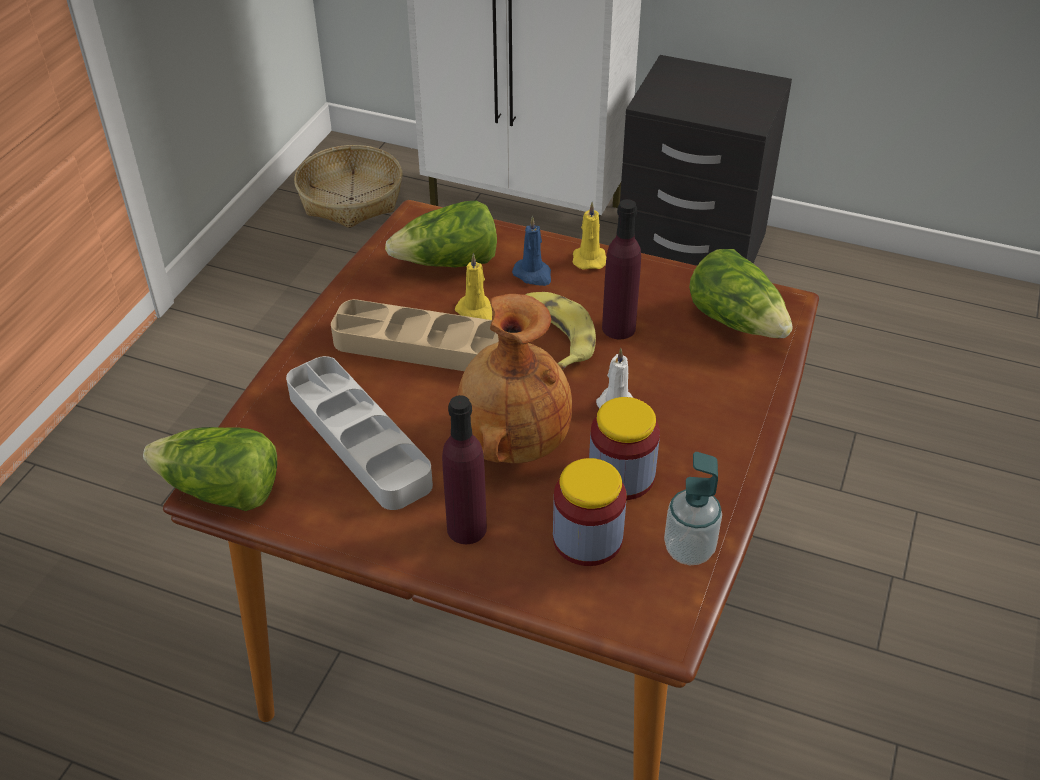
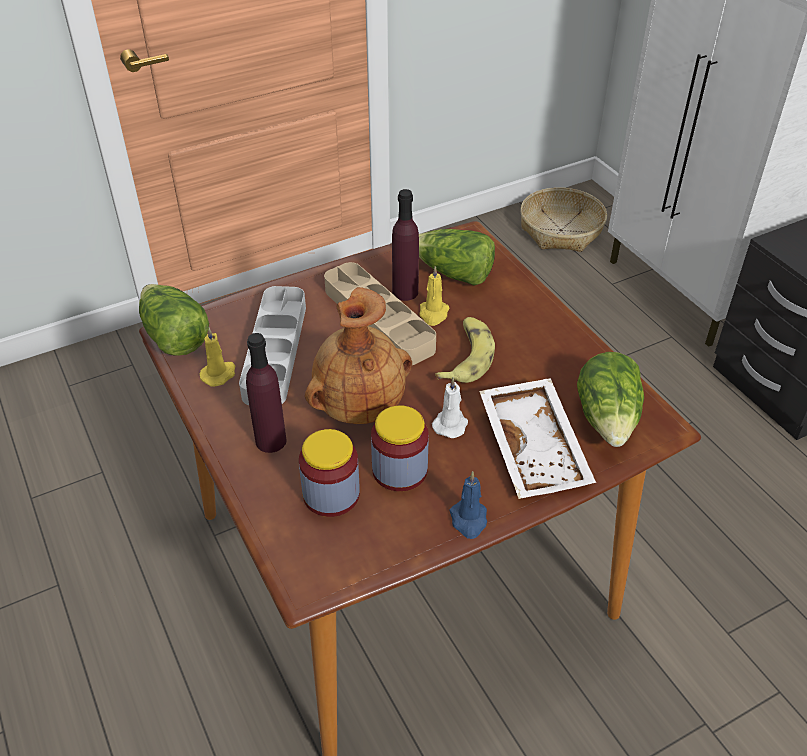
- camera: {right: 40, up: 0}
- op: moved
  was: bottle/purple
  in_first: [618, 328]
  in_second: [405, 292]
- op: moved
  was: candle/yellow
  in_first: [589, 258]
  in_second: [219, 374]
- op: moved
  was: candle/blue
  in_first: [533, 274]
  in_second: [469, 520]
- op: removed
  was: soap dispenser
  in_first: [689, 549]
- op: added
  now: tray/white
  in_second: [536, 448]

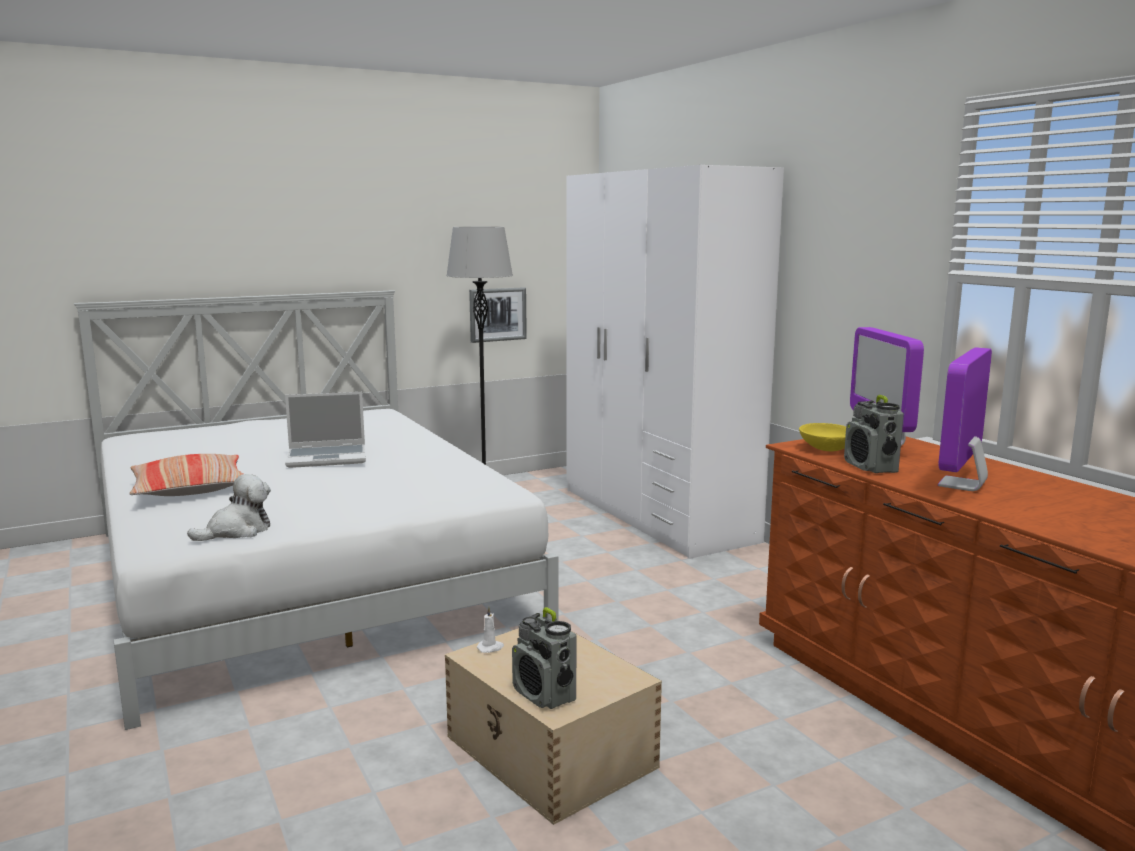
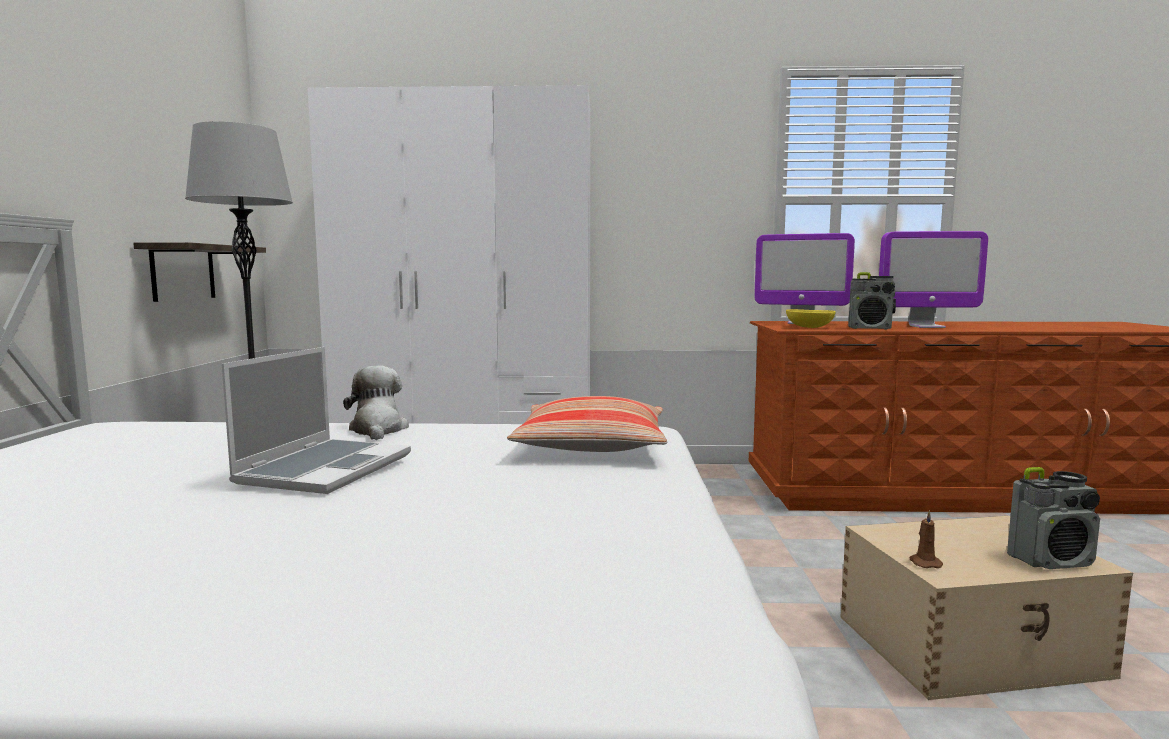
- camera: {right: -60, up: -5}
- op: replaced
  was: picture
  now: shelf
  in_first: [497, 314]
  in_second: [183, 272]
- op: turned
  was: monitor
  in_first: [962, 485]
  in_second: [926, 326]
  clockwise: -60
- op: moved
  was: pillow
  in_first: [190, 489]
  in_second: [592, 445]
- op: moved
  was: plush toy
  in_first: [237, 531]
  in_second: [378, 430]
- op: recoloured
  was: candle/white
  now: candle/brown
  in_first: [490, 648]
  in_second: [924, 563]

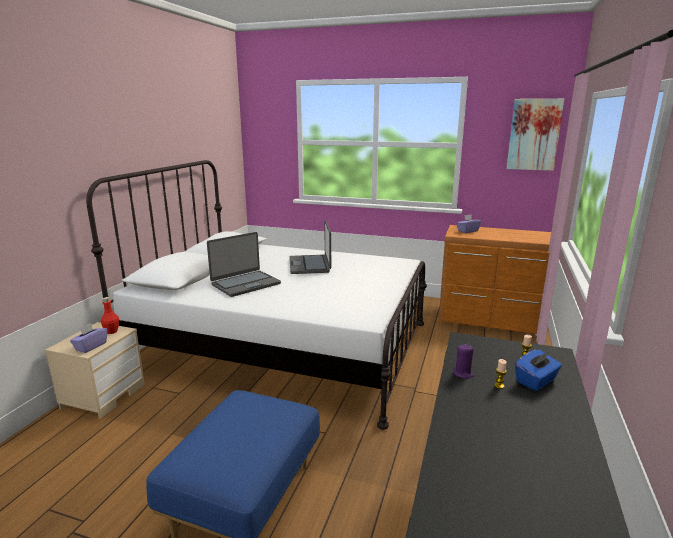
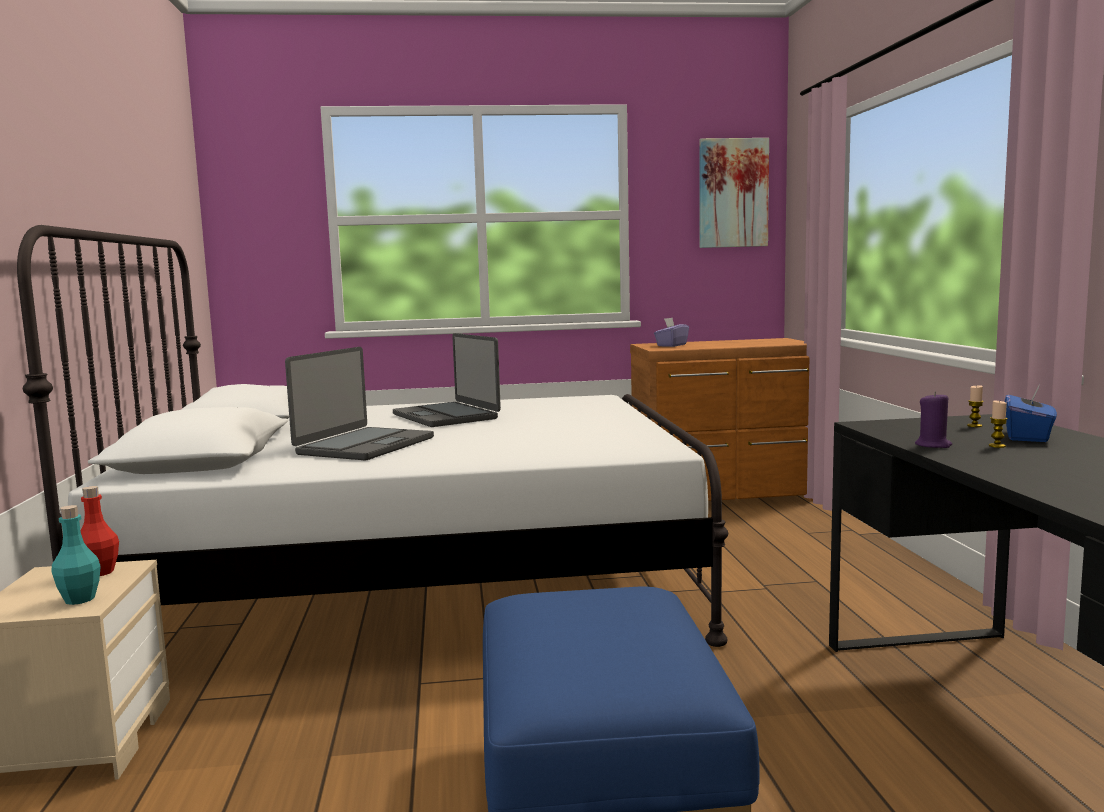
- camera: {right: -25, up: -10}
- op: replaced
  was: tissue box/purple
  now: bottle/turquoise
  in_first: [91, 346]
  in_second: [79, 599]

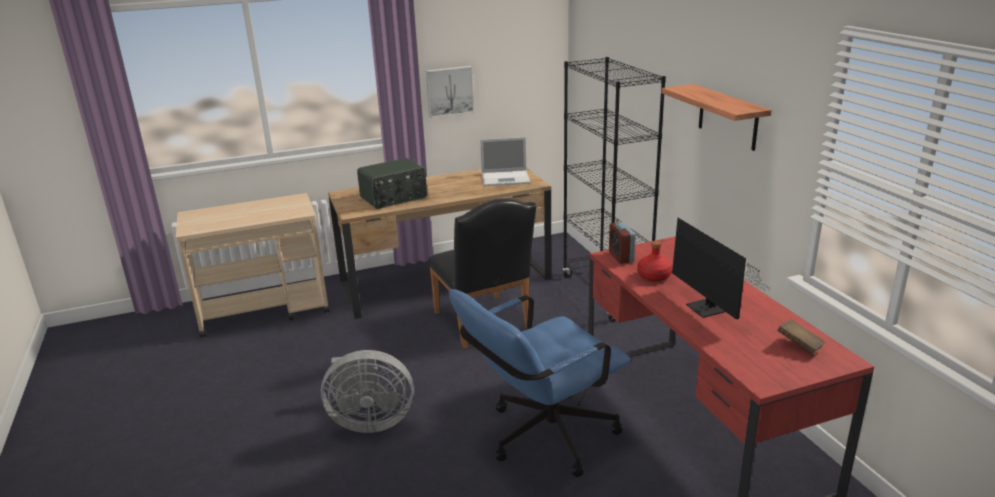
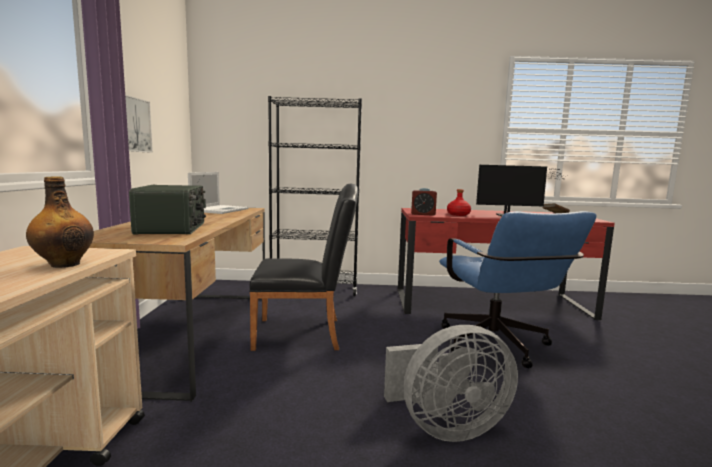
- camera: {right: -70, up: -15}
- op: removed
  was: shelf
  in_first: [728, 117]
- op: turned
  was: fan/grey
  in_first: [370, 421]
  in_second: [445, 427]
  clockwise: 60
- op: added
  now: bottle
  in_second: [64, 264]

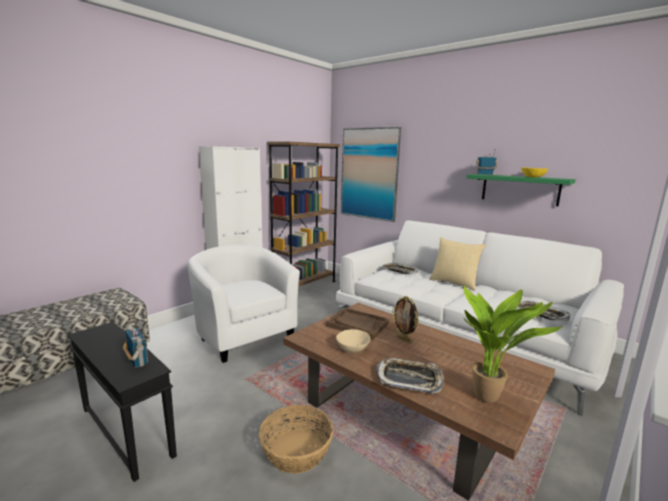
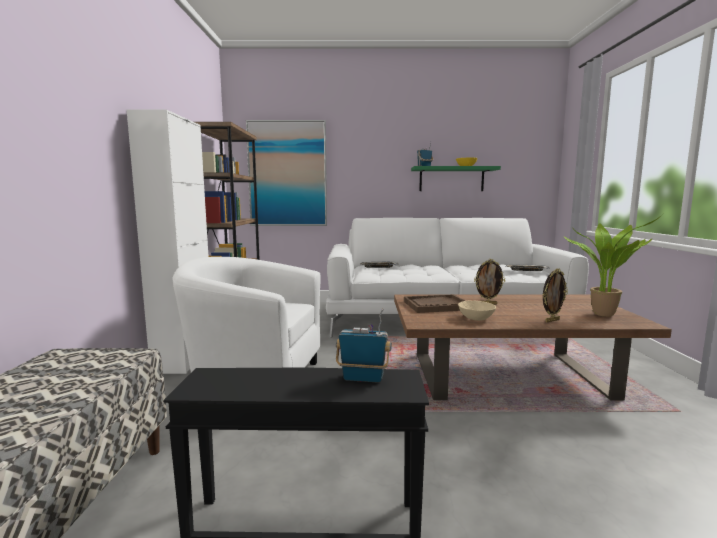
- camera: {right: -40, up: -5}
- op: removed
  was: pillow
  in_first: [454, 283]
- op: replaced
  was: tray
  now: picture frame
  in_first: [409, 379]
  in_second: [552, 320]
- op: removed
  was: basket
  in_first: [296, 451]

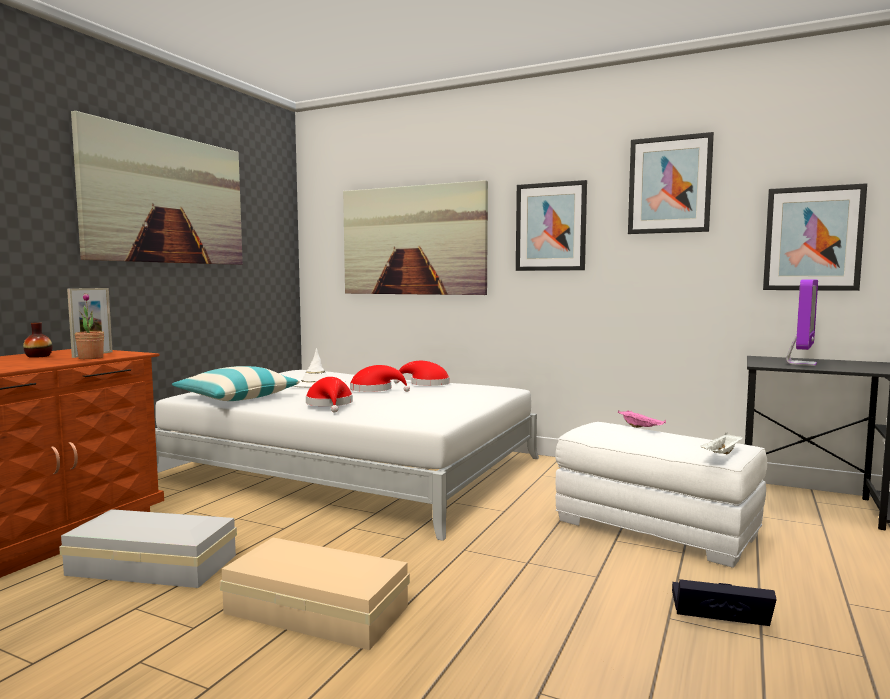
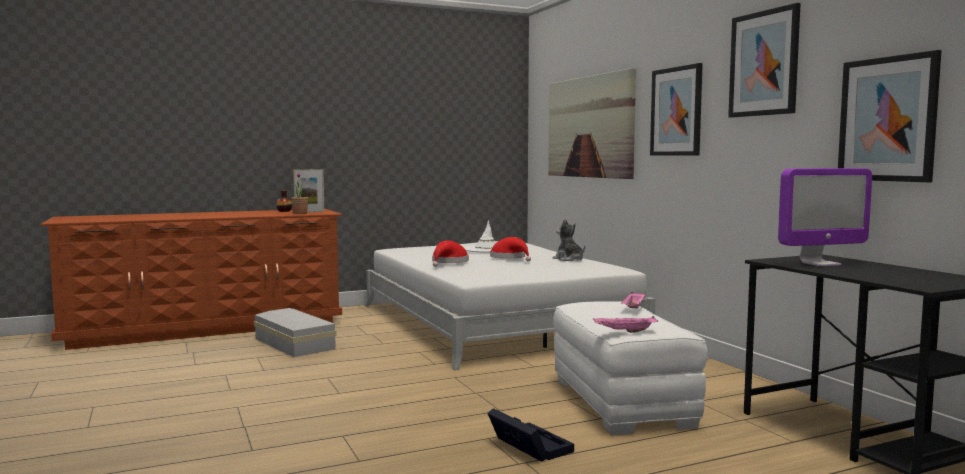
- camera: {right: 40, up: 0}
- op: removed
  was: picture
  in_first: [167, 199]
- op: replaced
  was: hat/red
  now: plush toy
  in_first: [426, 384]
  in_second: [568, 259]
- op: removed
  was: pillow
  in_first: [236, 397]
- op: recoloured
  was: tray/white
  now: tray/pink
  in_first: [722, 454]
  in_second: [624, 332]
- op: removed
  was: storage box/beige
  in_first: [315, 608]

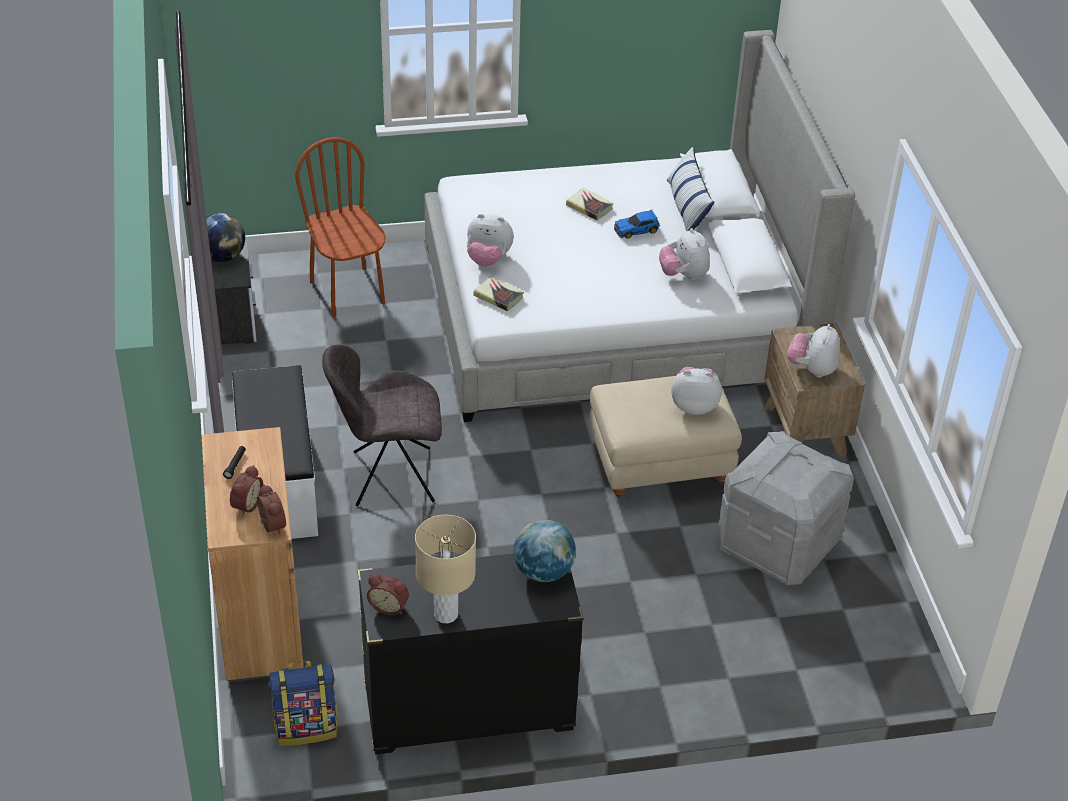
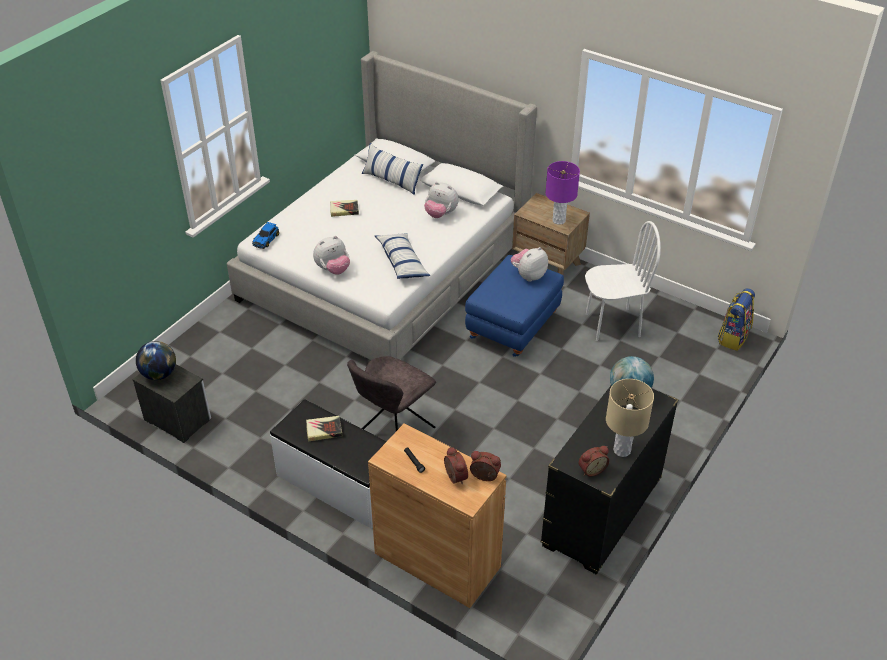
- camera: {right: -45, up: 0}
- op: removed
  was: chair/brown
  in_first: [348, 292]
- op: moved
  was: toy car
  in_first: [637, 229]
  in_second: [266, 239]
- op: moved
  was: book
  in_first: [498, 296]
  in_second: [324, 430]
- op: replaced
  was: plush toy
  now: table lamp/purple
  in_first: [812, 369]
  in_second: [559, 220]
- op: recoloured
  was: ottoman/beige
  now: ottoman/blue
  in_first: [659, 468]
  in_second: [513, 328]
- op: replaced
  was: storage box/grey
  now: chair/white
  in_first: [778, 545]
  in_second: [612, 324]
- op: moved
  was: backpack
  in_first: [306, 727]
  in_second: [733, 337]
- op: added
  now: pillow
  in_second: [402, 262]

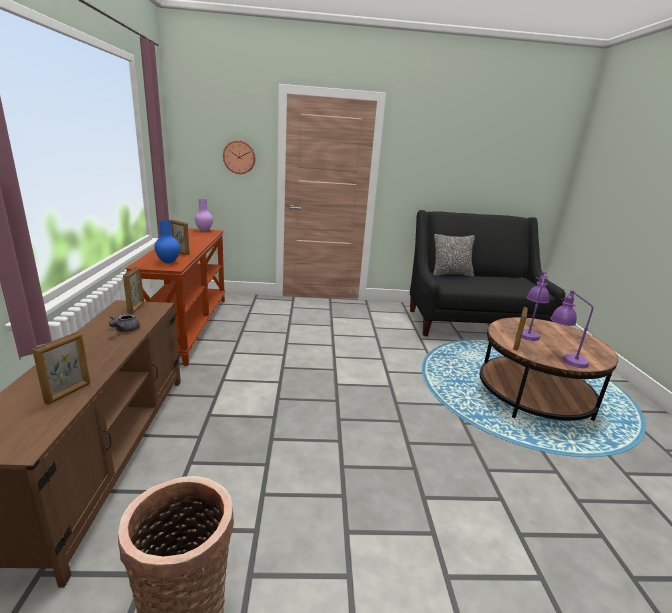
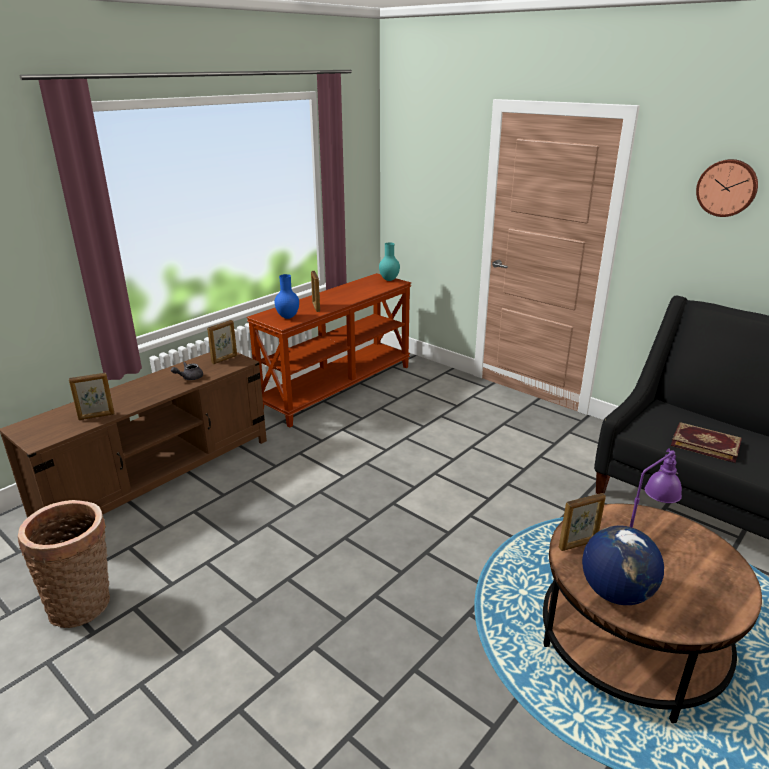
- camera: {right: 45, up: 5}
- op: moved
  was: wall clock
  in_first: [239, 157]
  in_second: [727, 188]
- op: recoloured
  was: vase/purple
  now: vase/turquoise
  in_first: [204, 230]
  in_second: [389, 279]
- op: removed
  was: pillow
  in_first: [450, 274]
- op: replaced
  was: table lamp/purple
  now: globe
  in_first: [563, 358]
  in_second: [616, 592]
- op: added
  now: book
  in_second: [705, 443]

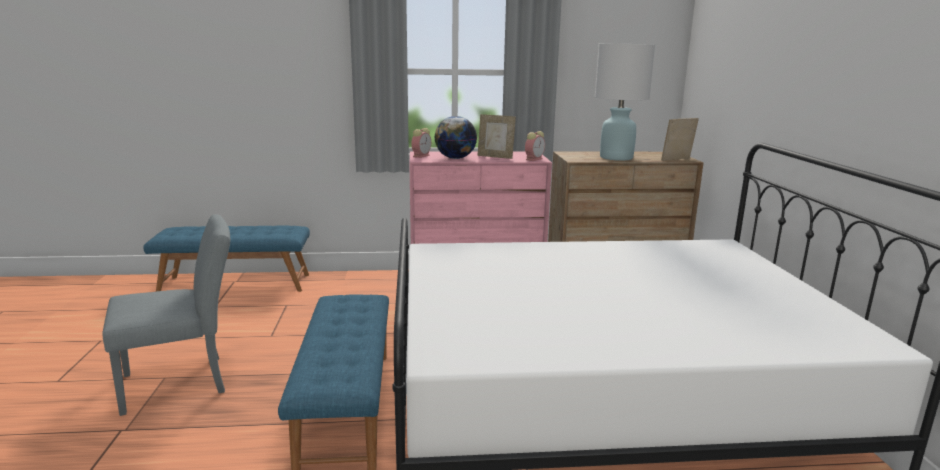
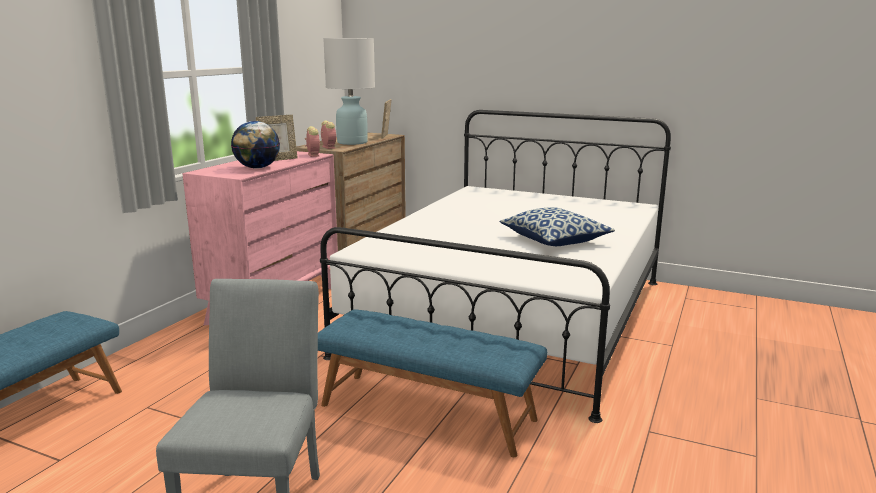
- camera: {right: -60, up: 0}
- op: moved
  was: alarm clock
  in_first: [421, 156]
  in_second: [328, 147]
- op: added
  now: pillow
  in_second: [555, 240]

